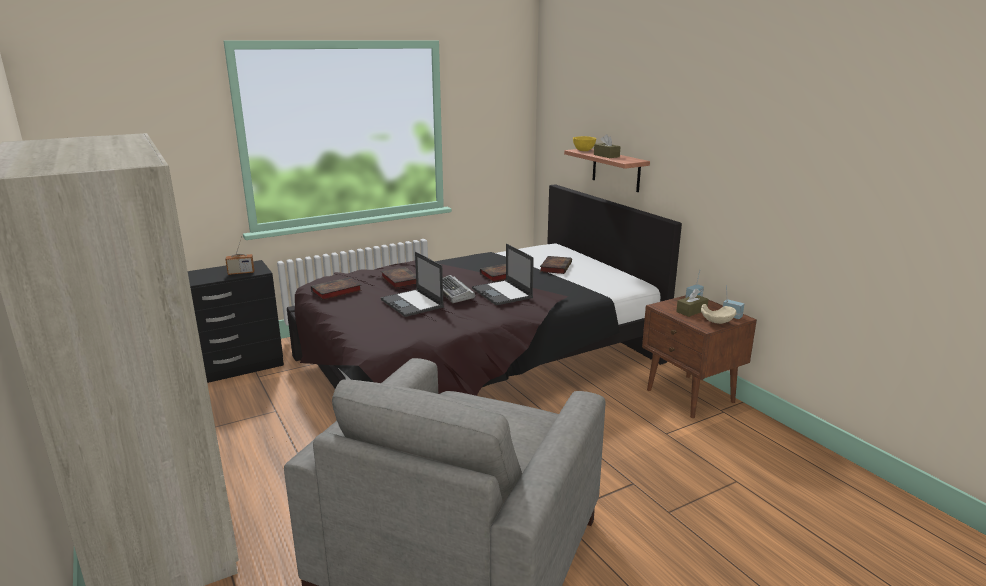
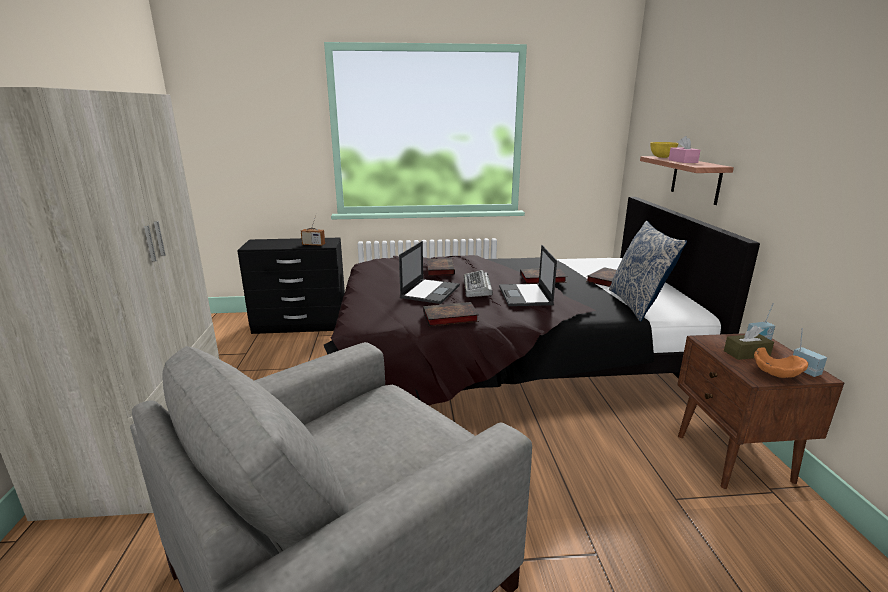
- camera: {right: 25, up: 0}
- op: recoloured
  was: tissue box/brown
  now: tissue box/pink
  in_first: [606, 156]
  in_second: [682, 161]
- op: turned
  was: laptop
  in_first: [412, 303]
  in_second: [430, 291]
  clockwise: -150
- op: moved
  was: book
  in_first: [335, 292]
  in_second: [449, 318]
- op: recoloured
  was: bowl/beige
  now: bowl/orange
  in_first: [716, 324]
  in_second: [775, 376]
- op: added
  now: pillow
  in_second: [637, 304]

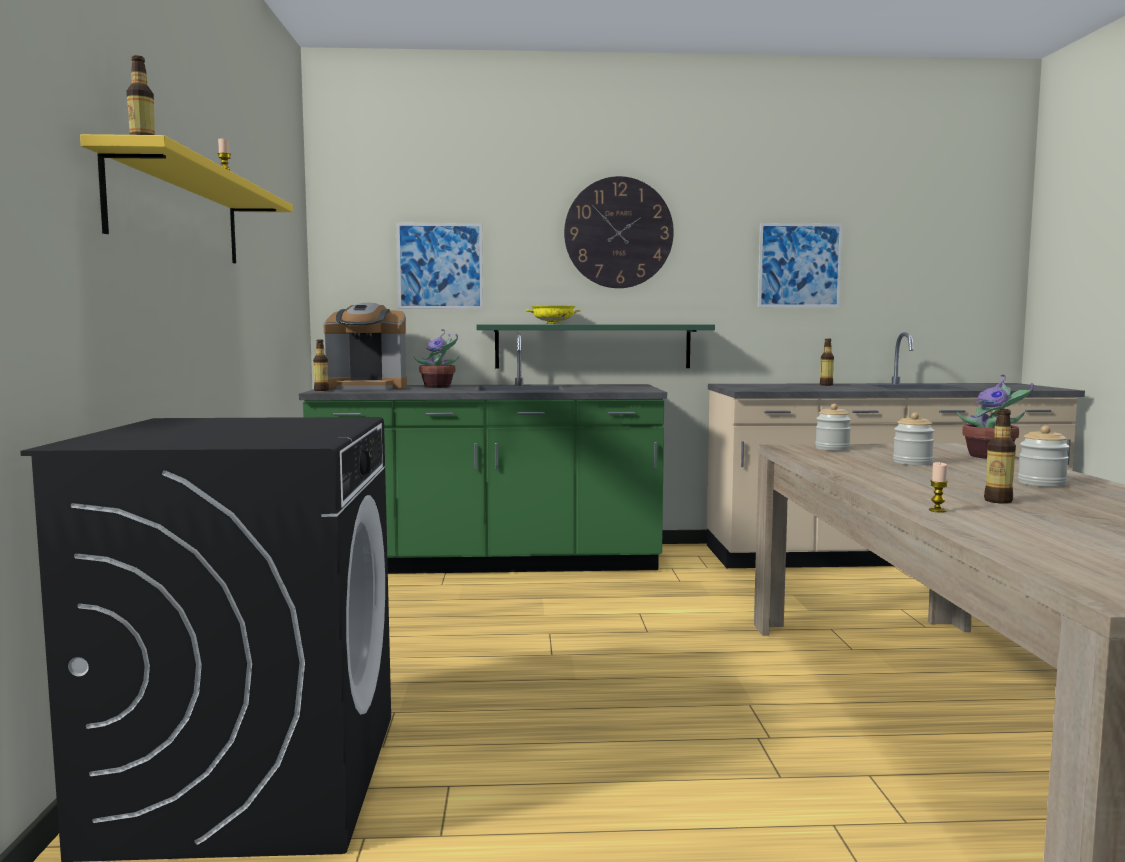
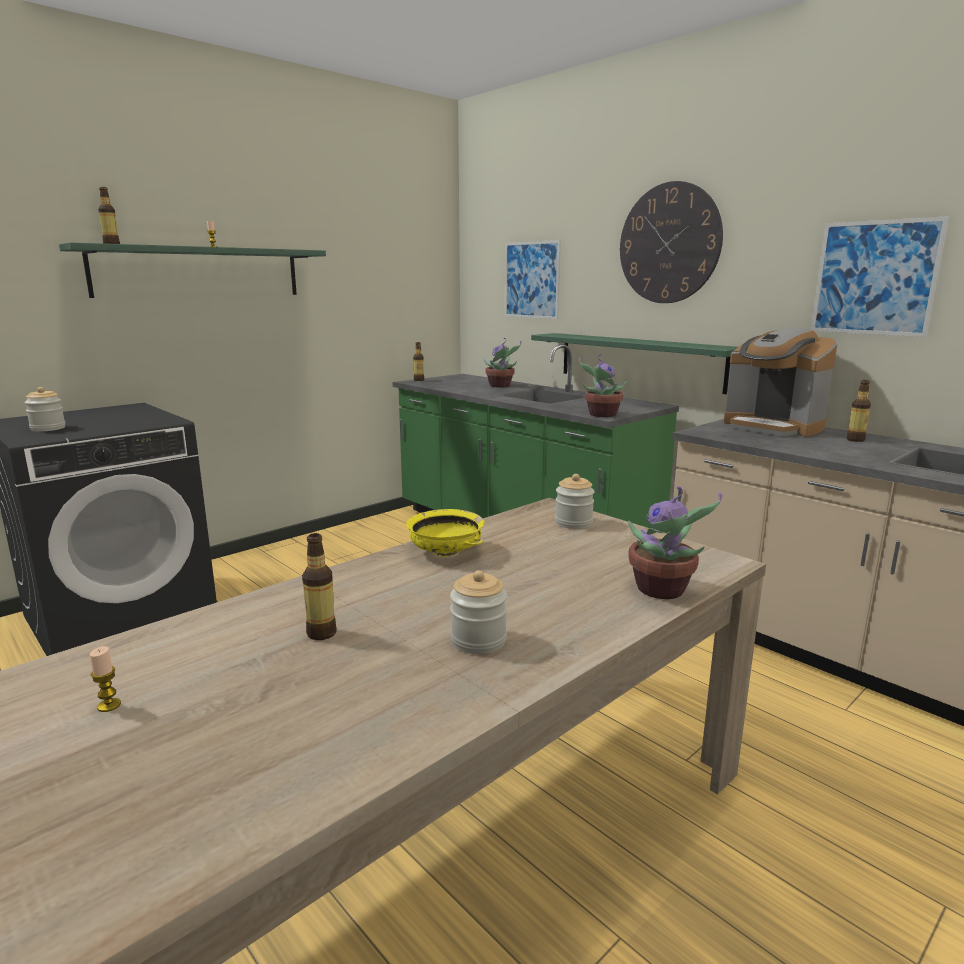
- camera: {right: 50, up: 10}
- op: recoloured
  was: shelf/yellow
  now: shelf/green
  in_first: [178, 214]
  in_second: [200, 272]
- op: moved
  was: coffee machine
  in_first: [367, 387]
  in_second: [772, 427]
- op: moved
  was: bowl/yellow
  in_first: [553, 324]
  in_second: [446, 552]
- op: moved
  was: jar
  in_first: [912, 463]
  in_second: [48, 428]
- op: moved
  was: candle
  in_first: [937, 510]
  in_second: [109, 705]
- op: added
  now: potted plant
  in_second: [600, 415]

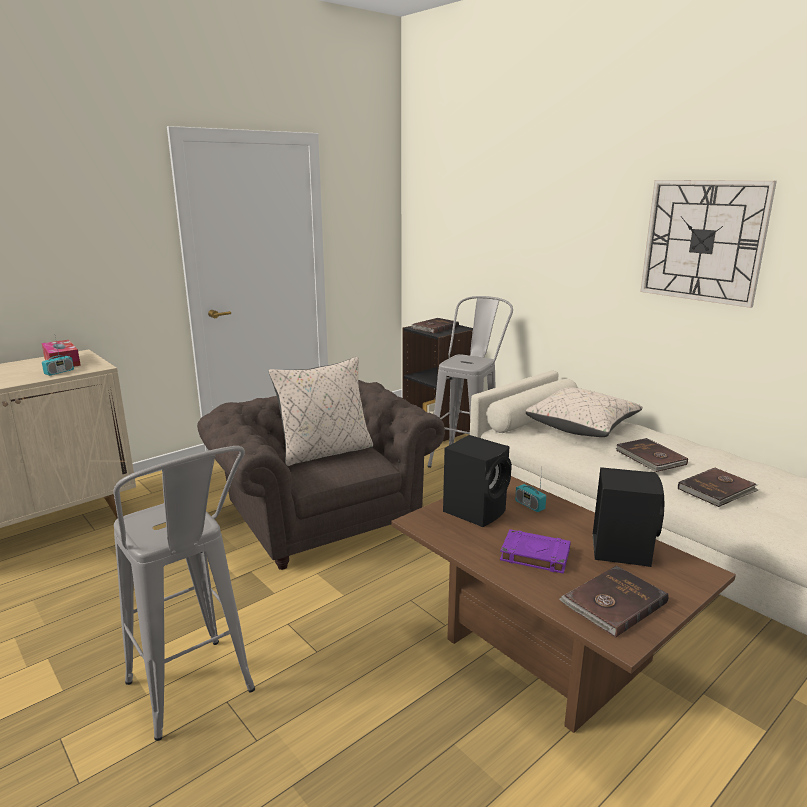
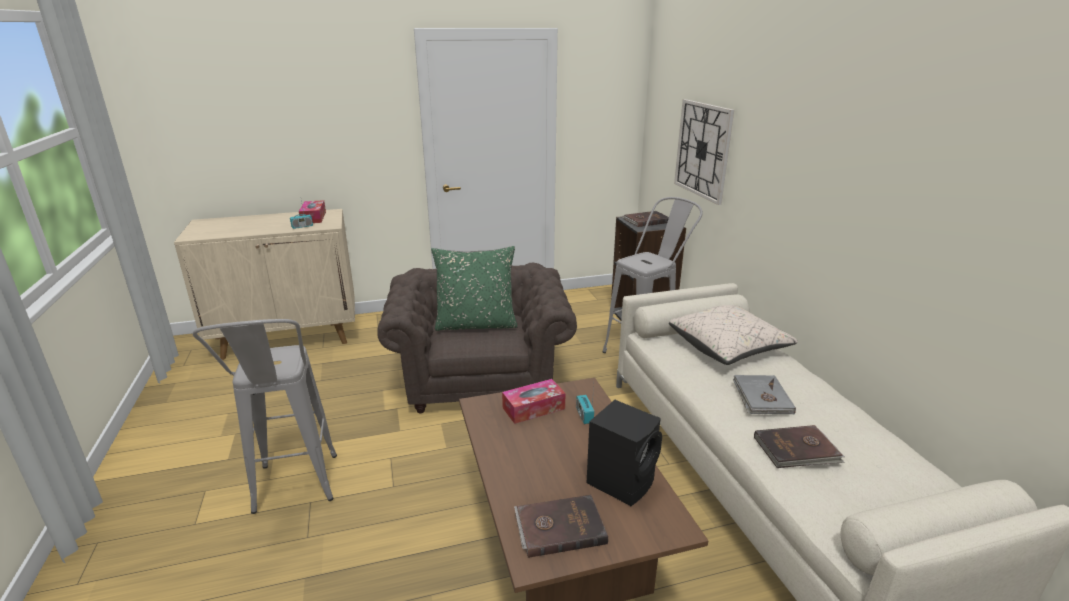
- camera: {right: 25, up: 5}
- op: moved
  was: wall clock
  in_first: [703, 241]
  in_second: [703, 150]
- op: recoloured
  was: pillow/beige
  now: pillow/green
  in_first: [325, 452]
  in_second: [476, 324]
- op: replaced
  was: speaker/black
  now: tissue box
  in_first: [476, 511]
  in_second: [533, 408]
- op: recoloured
  was: book/brown
  now: book/grey
  in_first: [650, 458]
  in_second: [761, 397]
- op: removed
  was: book/purple
  in_first: [534, 555]

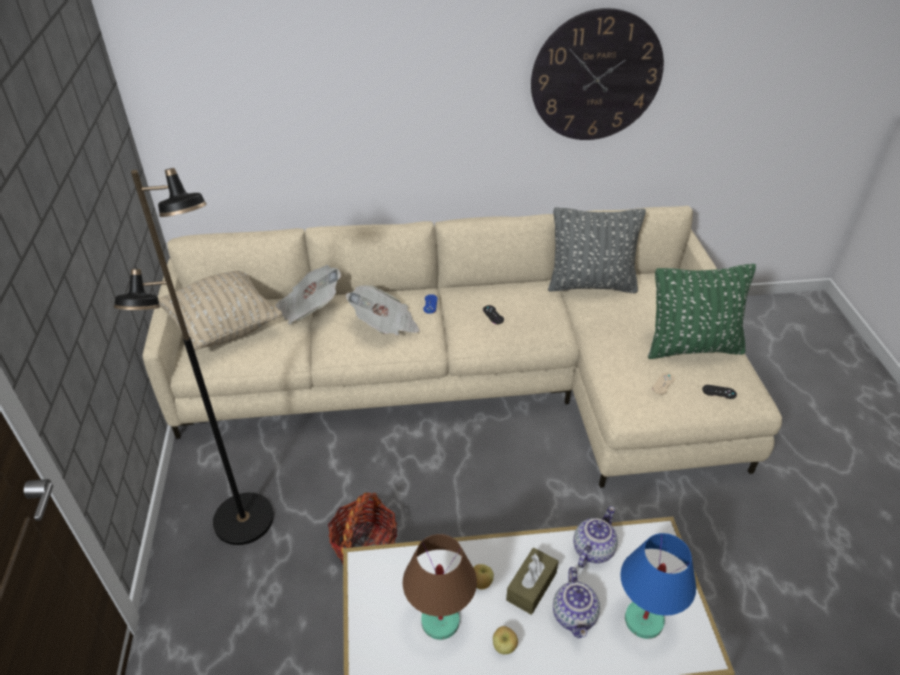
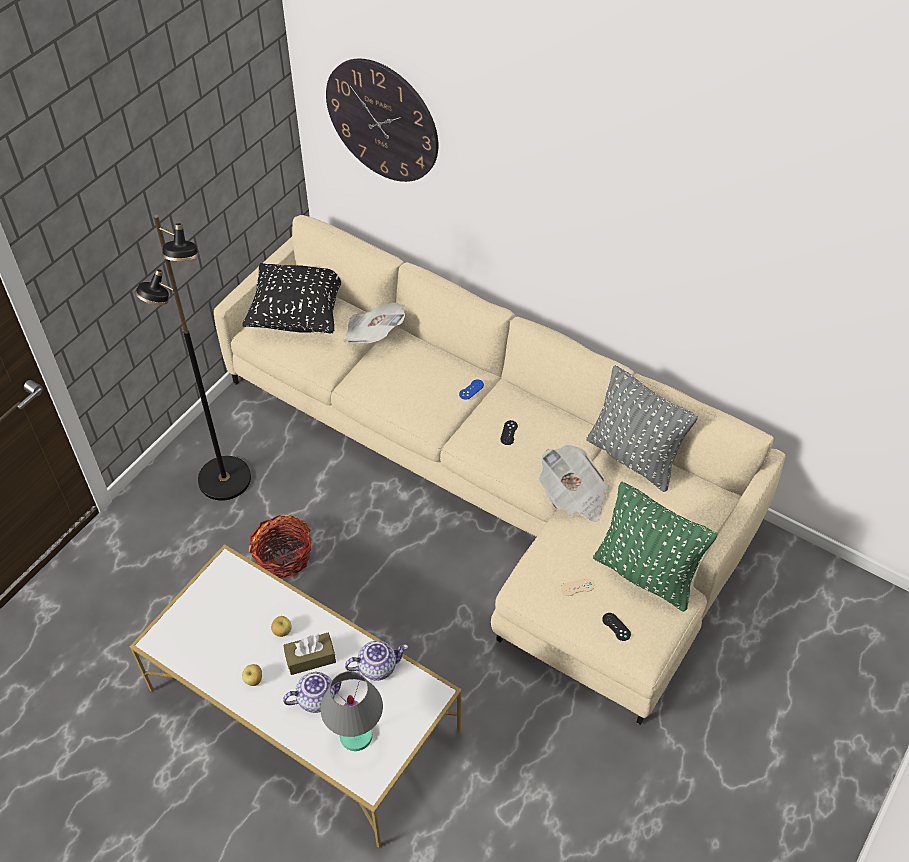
- camera: {right: 40, up: 10}
- op: moved
  was: wall clock
  in_first: [596, 76]
  in_second: [382, 120]
- op: recoloured
  was: pillow/beige
  now: pillow/black
  in_first: [224, 327]
  in_second: [298, 315]
- op: moved
  was: newspaper
  in_first: [385, 325]
  in_second: [573, 495]
- op: recoloured
  was: table lamp/blue
  now: table lamp/grey
  in_first: [643, 620]
  in_second: [355, 735]
- op: removed
  was: table lamp/brown
  in_first: [439, 622]
- op: turned
  was: teapot
  in_first: [575, 616]
  in_second: [316, 697]
  clockwise: -150

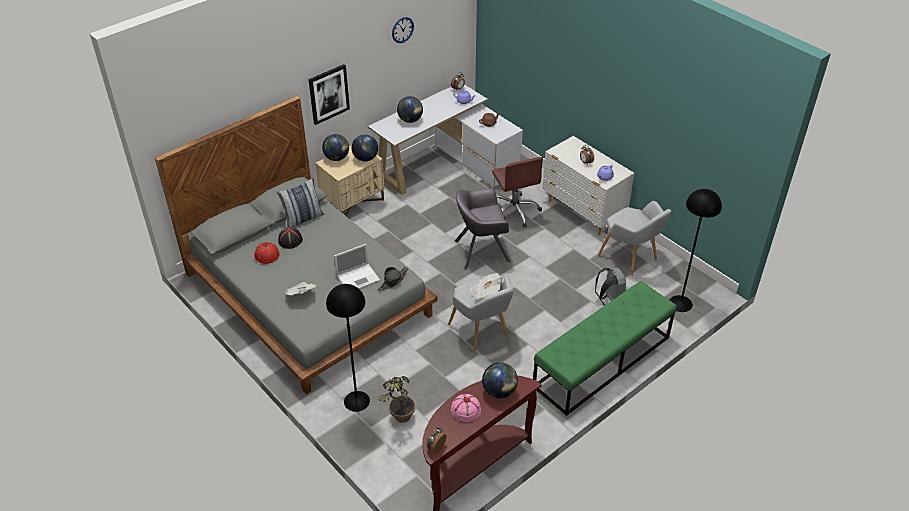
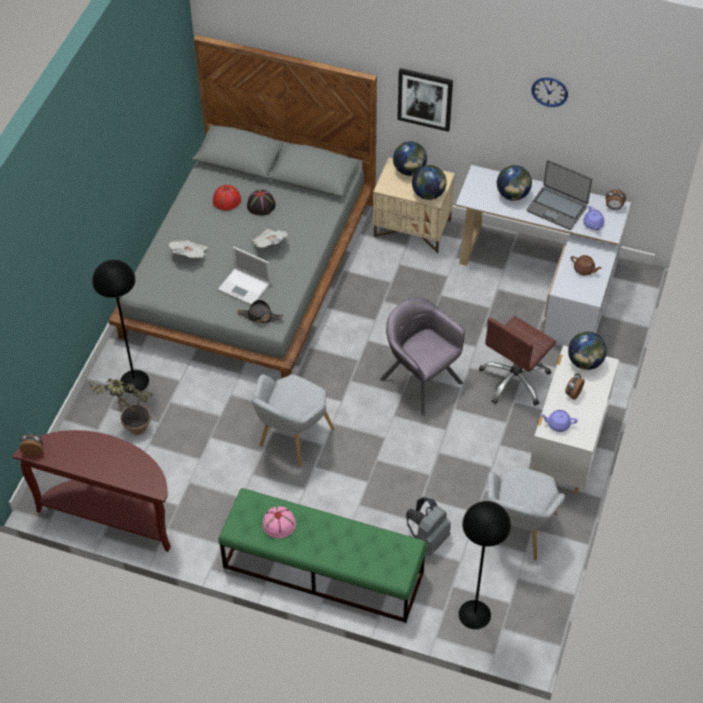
- camera: {right: 60, up: 10}
- op: removed
  was: pillow
  in_first: [303, 218]
- op: moved
  was: newspaper
  in_first: [486, 292]
  in_second: [270, 244]
- op: moved
  was: globe
  in_first: [499, 392]
  in_second: [585, 362]
- op: moved
  was: hat/pink
  in_first: [465, 410]
  in_second: [279, 523]
- op: added
  now: laptop
  in_second: [557, 208]

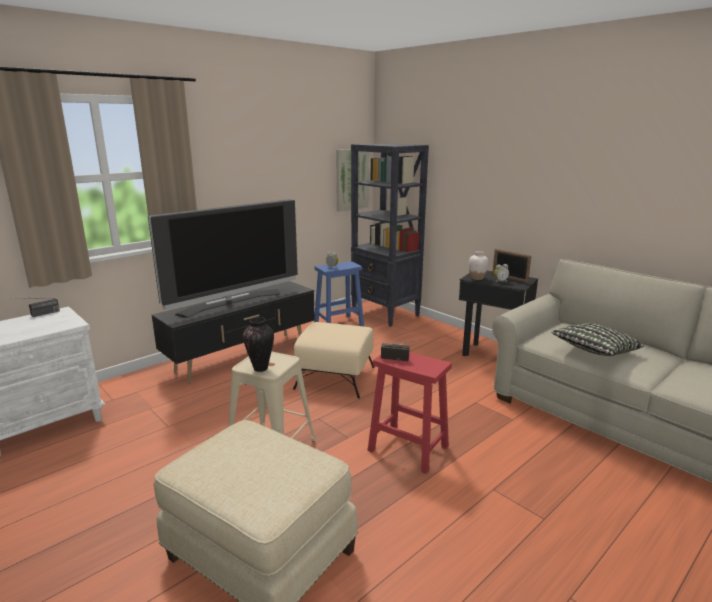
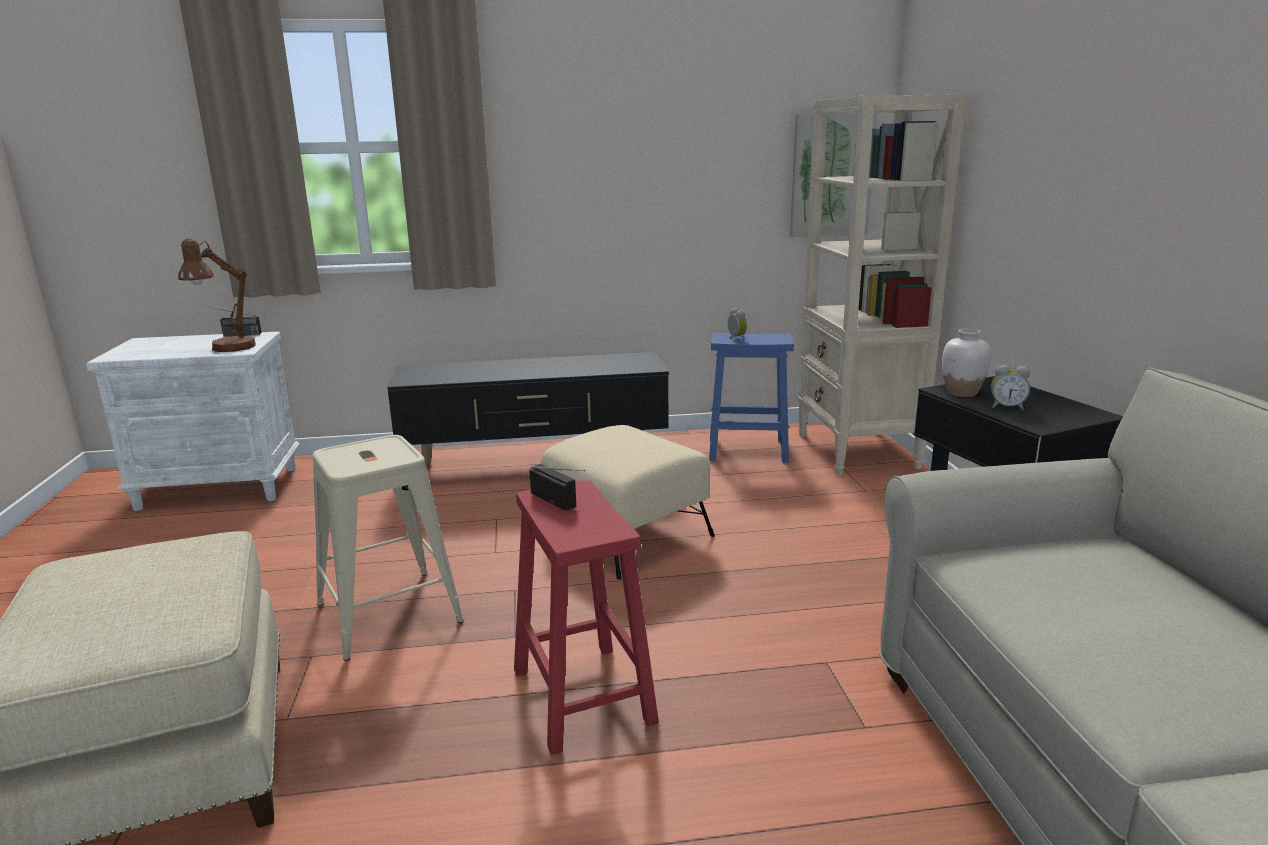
- camera: {right: 35, up: 0}
- op: recoloured
  was: bookcase/black
  now: bookcase/beige
  in_first: [385, 314]
  in_second: [857, 451]
- op: removed
  was: television
  in_first: [232, 302]
- op: removed
  was: picture frame
  in_first: [509, 279]
- op: removed
  was: vase
  in_first: [260, 369]
- op: removed
  was: pillow
  in_first: [594, 352]
- op: added
  now: table lamp/brown
  in_second: [227, 349]

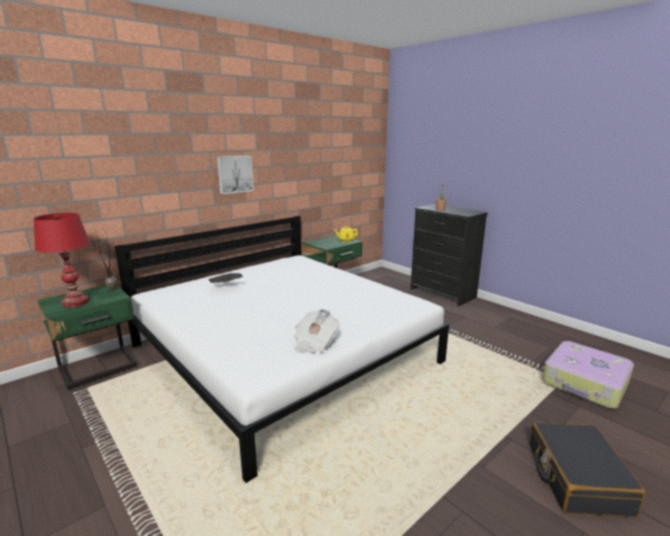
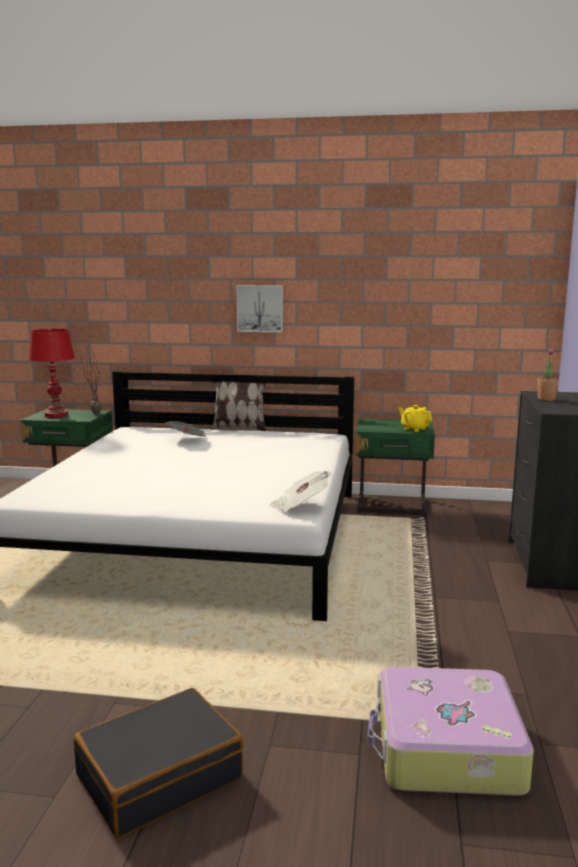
- camera: {right: 50, up: -5}
- op: moved
  was: newspaper
  in_first: [314, 343]
  in_second: [300, 506]
- op: added
  now: pillow
  in_second: [239, 428]

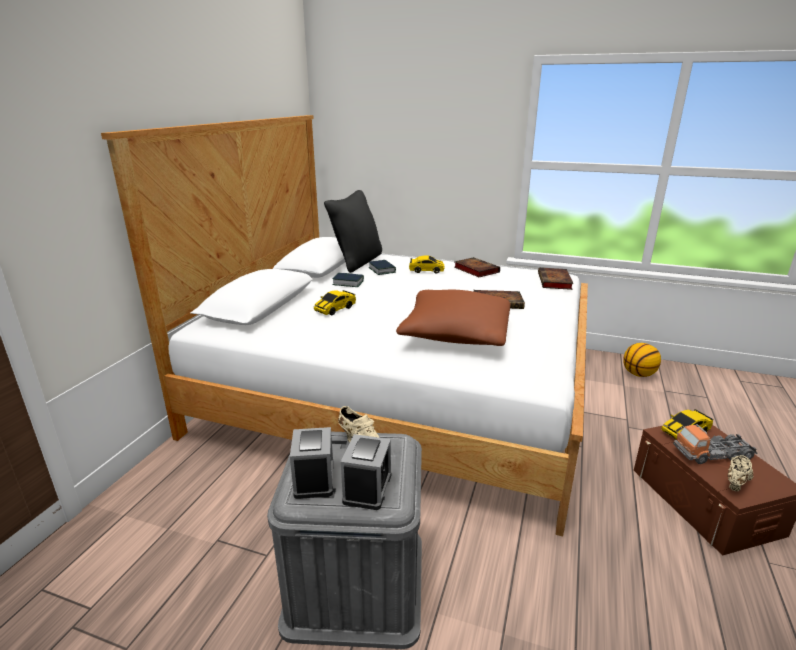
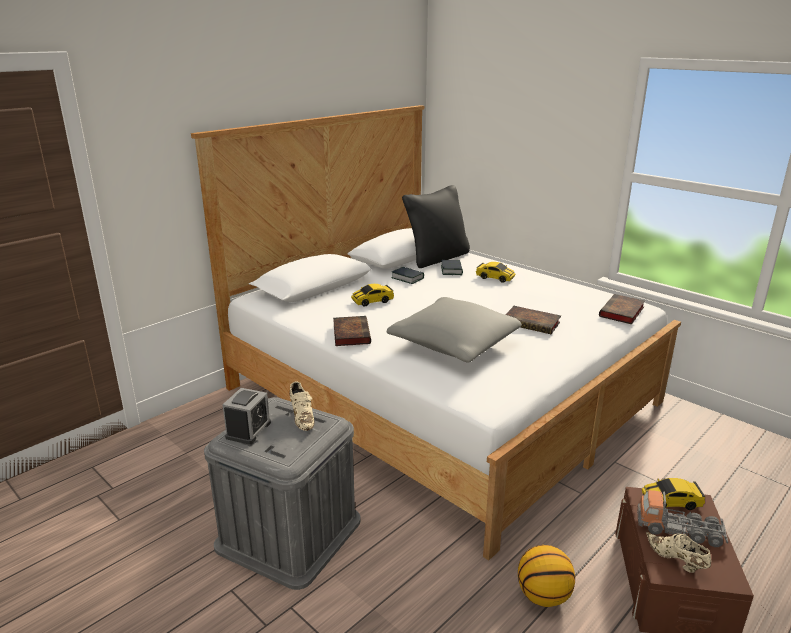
- camera: {right: 25, up: 0}
- op: moved
  was: book
  in_first: [475, 270]
  in_second: [350, 333]
- op: recoloured
  was: pillow/brown
  now: pillow/grey
  in_first: [456, 333]
  in_second: [454, 344]
- op: moved
  was: basketball
  in_first: [638, 374]
  in_second: [543, 596]
- op: removed
  was: alarm clock
  in_first: [367, 488]
- op: turned
  was: shoe/beige
  in_first: [736, 481]
  in_second: [676, 560]
  clockwise: -105

